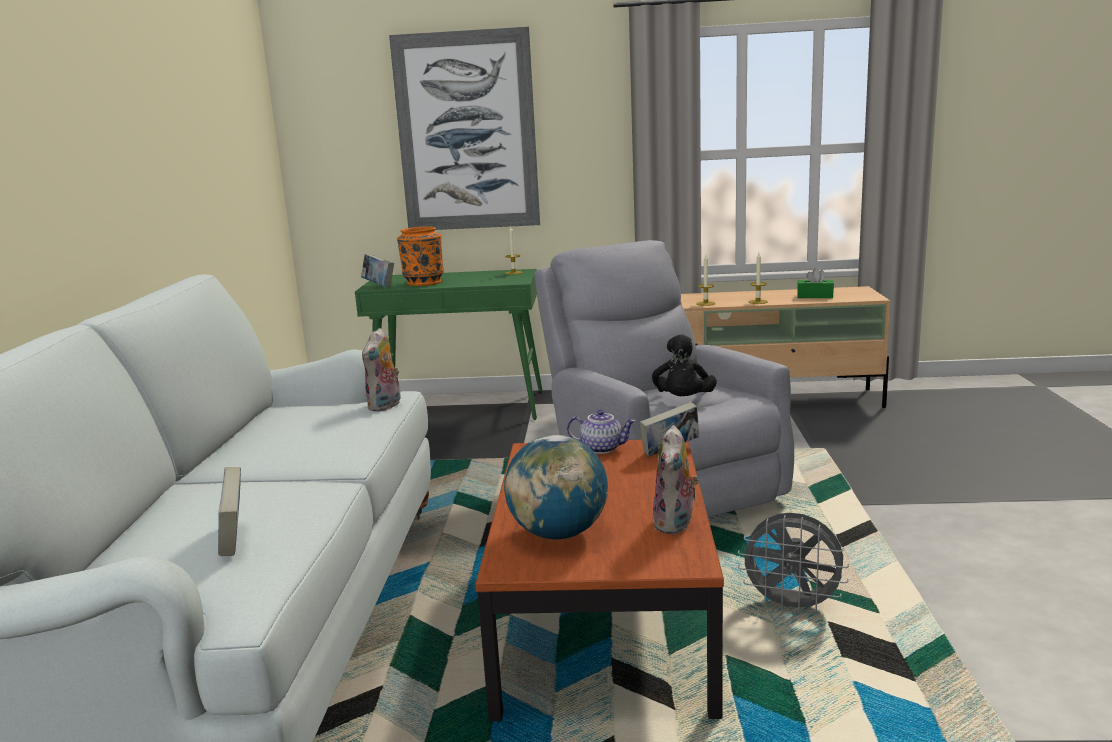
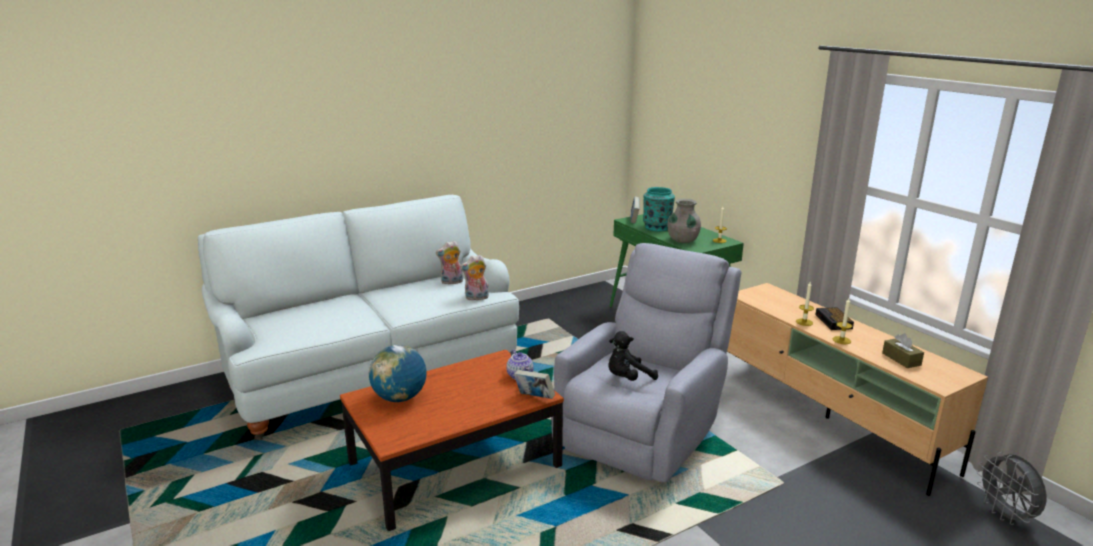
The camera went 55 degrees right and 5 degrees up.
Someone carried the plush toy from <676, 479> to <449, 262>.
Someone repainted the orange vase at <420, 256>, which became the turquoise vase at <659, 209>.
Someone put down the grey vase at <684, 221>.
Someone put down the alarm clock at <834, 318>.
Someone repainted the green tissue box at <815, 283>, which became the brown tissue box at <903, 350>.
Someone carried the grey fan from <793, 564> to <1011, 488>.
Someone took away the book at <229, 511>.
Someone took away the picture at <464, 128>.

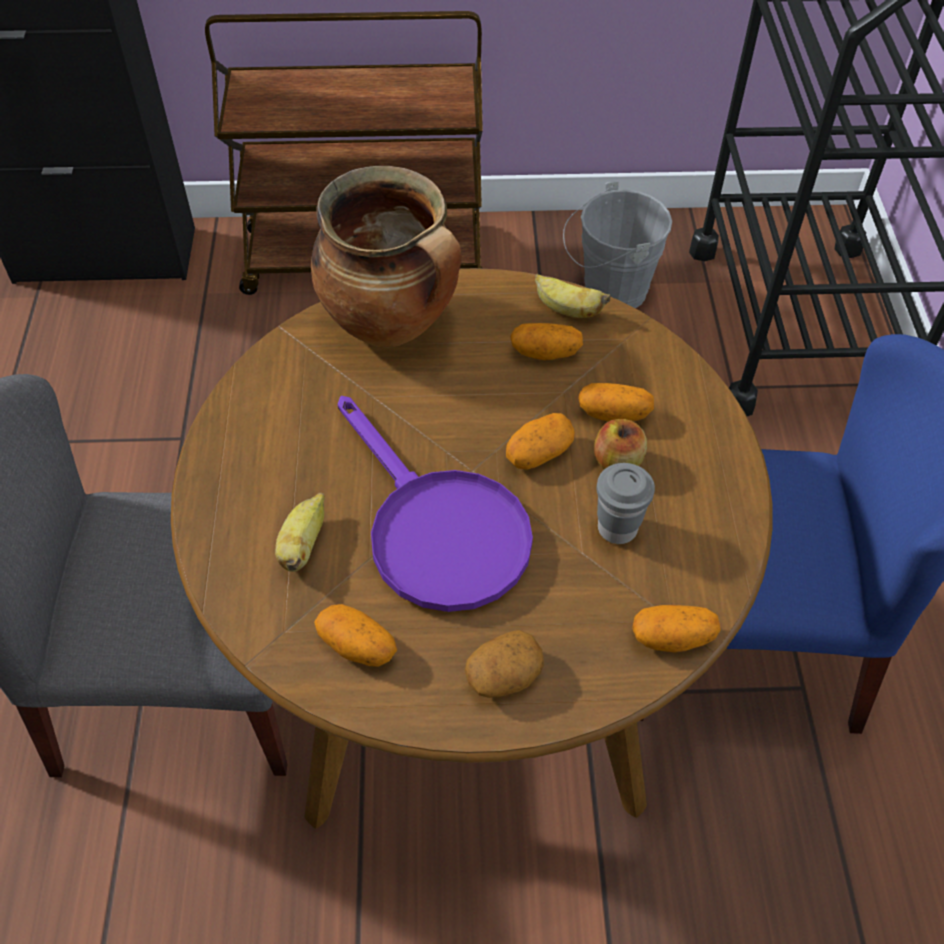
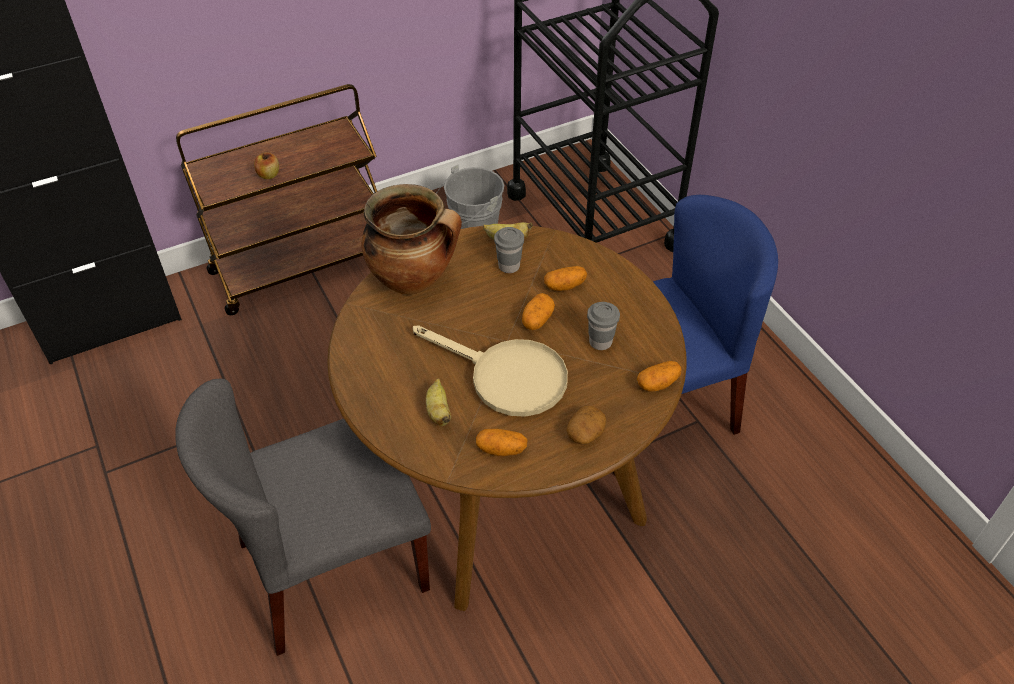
The camera went 25 degrees left and 5 degrees down.
Someone carried the apple from <620, 444> to <266, 165>.
Someone repainted the purple frying pan at <435, 504>, which became the beige frying pan at <490, 371>.
Someone swapped the potato at <546, 341> for the grey cup at <509, 250>.

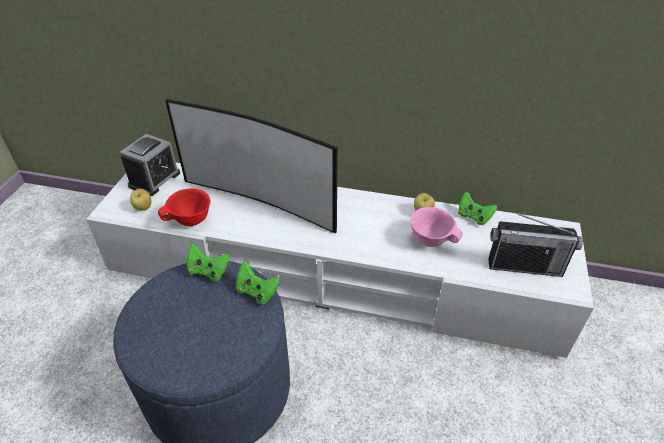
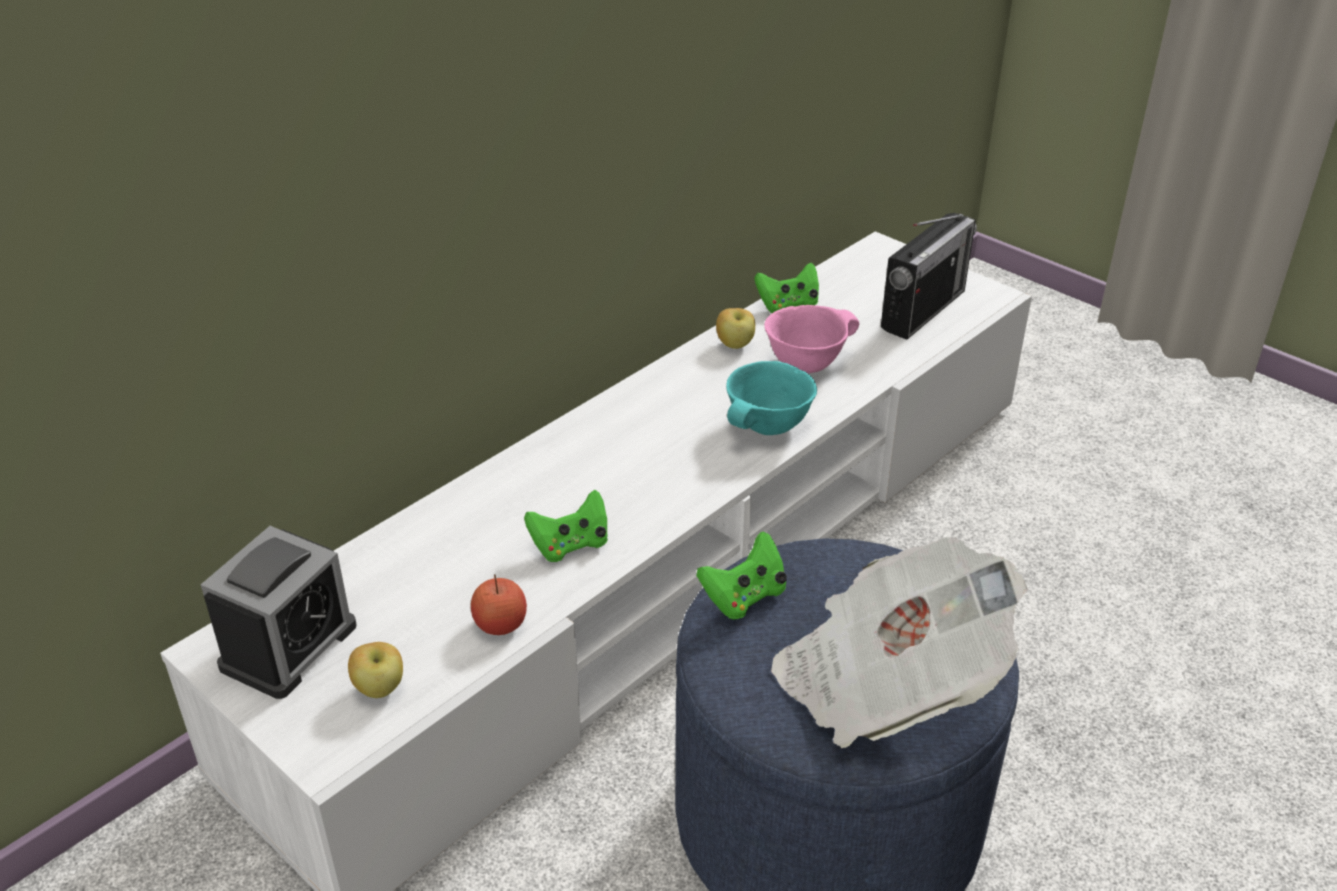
The camera went 60 degrees left and 5 degrees down.
Someone rotated the alarm clock at <149, 165> by 60 degrees clockwise.
Someone swapped the red bowl at <184, 207> for the apple at <499, 604>.
Someone carried the green game controller from <258, 282> to <566, 526>.
Someone put down the turquoise bowl at <771, 398>.
Someone put down the newspaper at <899, 642>.
Someone took away the television at <251, 166>.

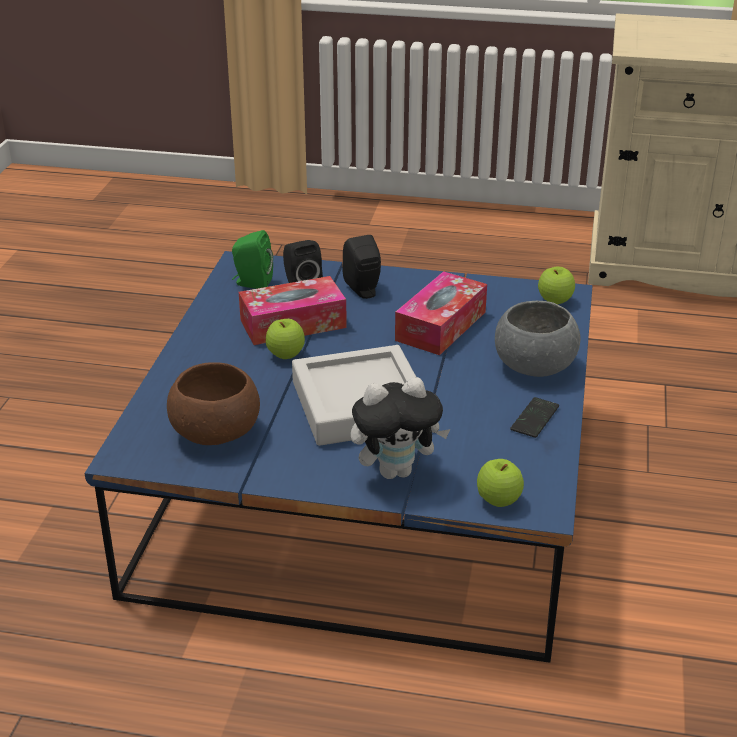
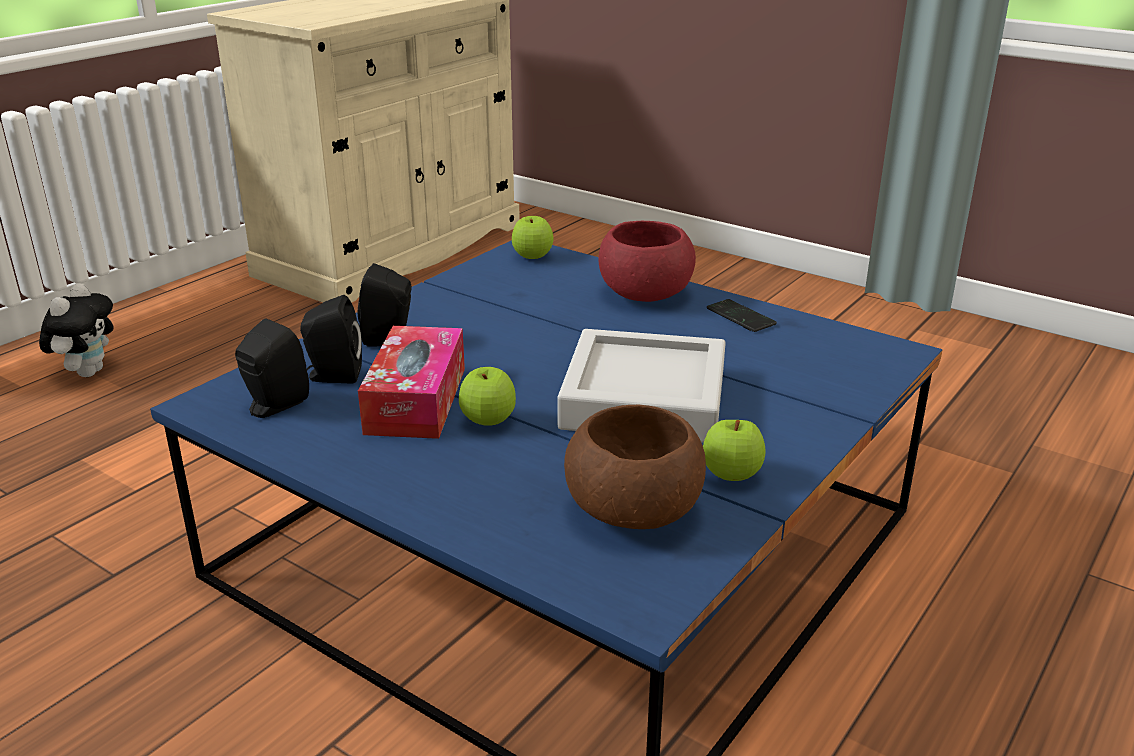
The camera went 65 degrees left and 5 degrees down.
Someone carried the plush toy from <400, 428> to <76, 330>.
Someone repainted the green speaker at <252, 259>, which became the black speaker at <272, 368>.
Someone repainted the grey bowl at <537, 339>, which became the red bowl at <647, 261>.
Someone carried the apple from <500, 483> to <734, 450>.
Someone took away the tissue box at <441, 313>.

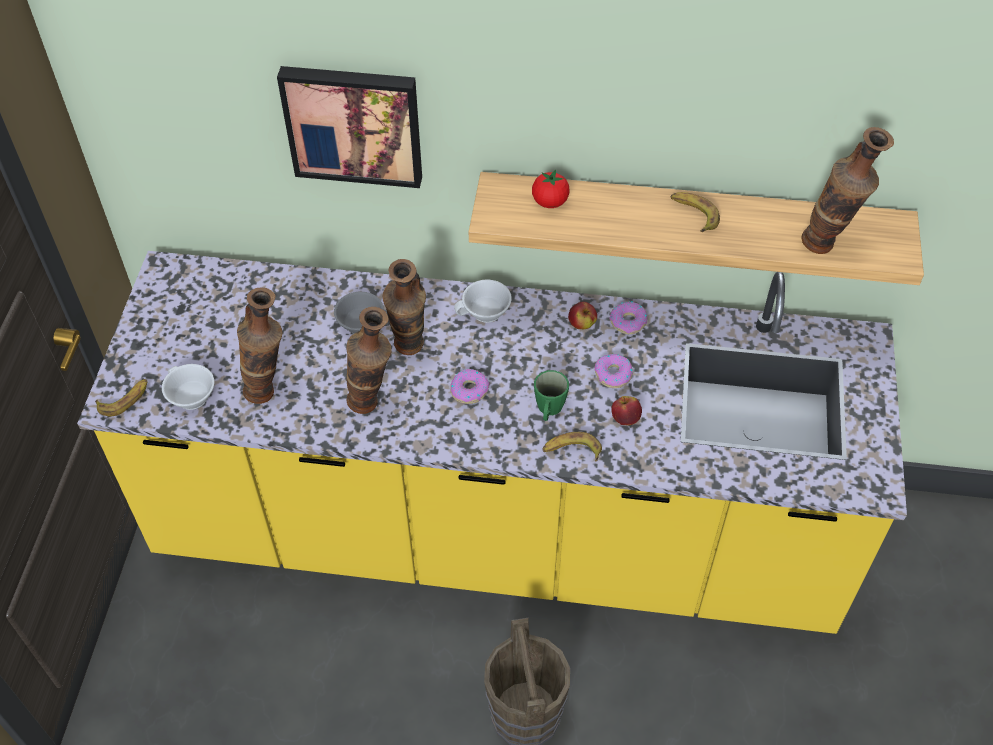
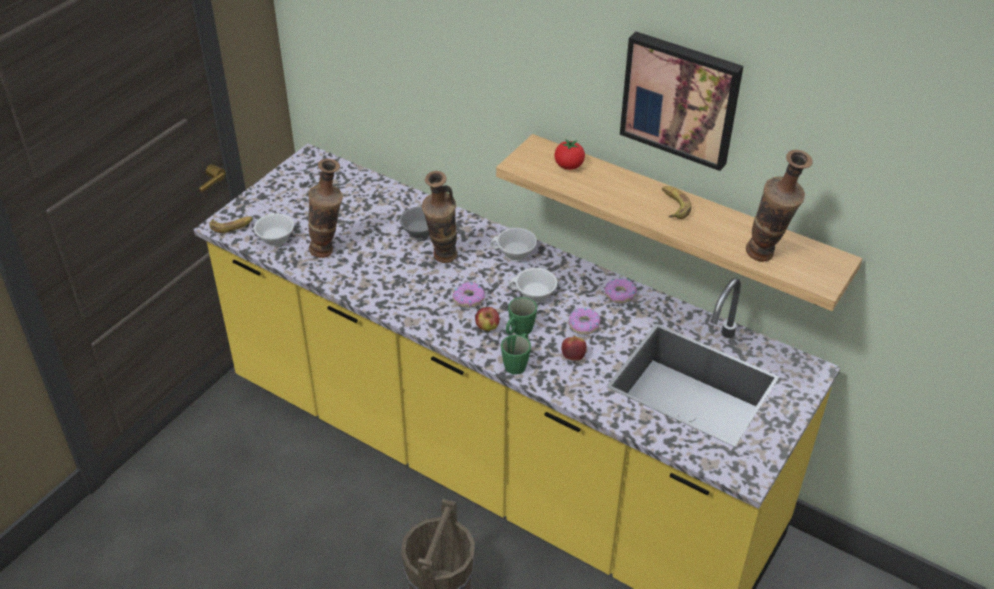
The camera went 25 degrees right and 10 degrees down.
Someone carried the apple from <582, 315> to <487, 319>.
Someone swapped the banana at <572, 447> for the green mug at <516, 354>.
Someone put down the white cup at <533, 285>.
Someone carried the picture from <349, 127> to <681, 101>.
Someone took away the vase at <369, 360>.

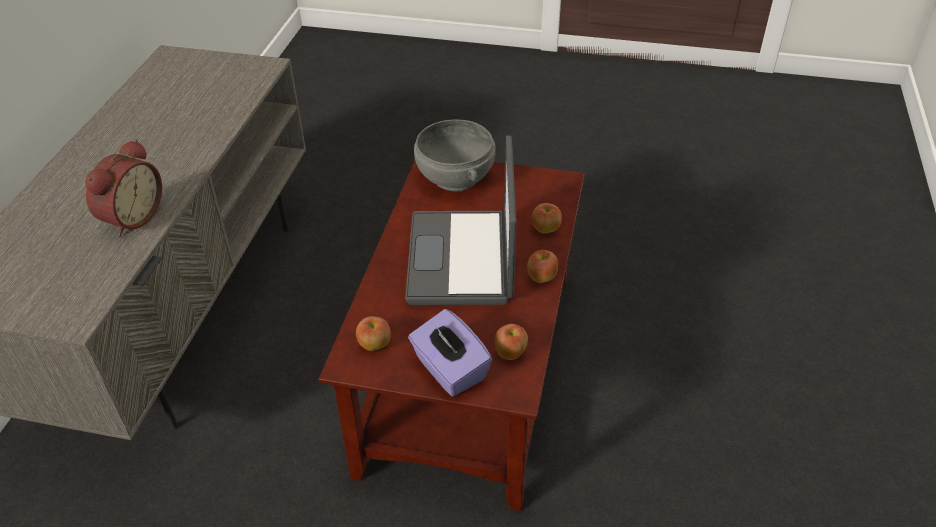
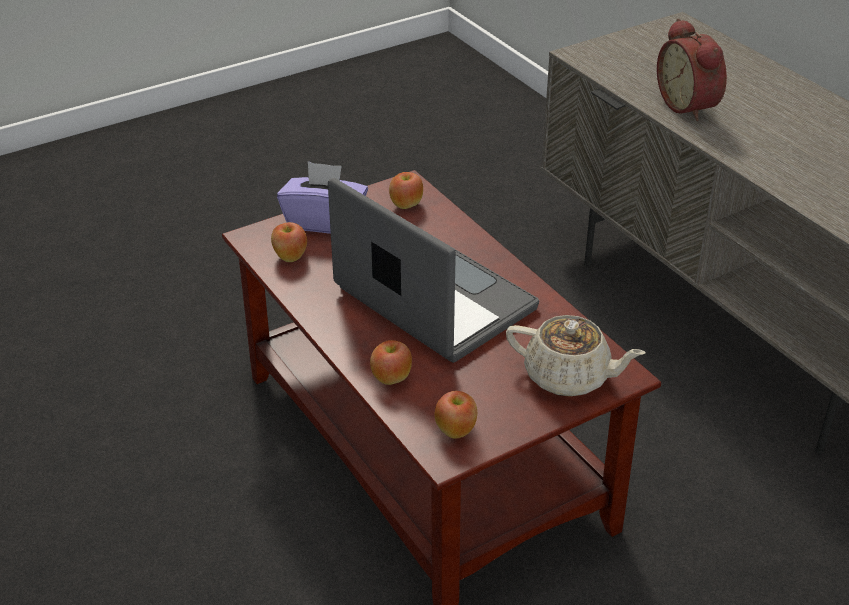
The camera went 135 degrees right and 5 degrees down.
Someone carried the apple from <542, 266> to <456, 415>.
Someone swapped the grey bowl at <455, 155> for the beige teapot at <575, 356>.

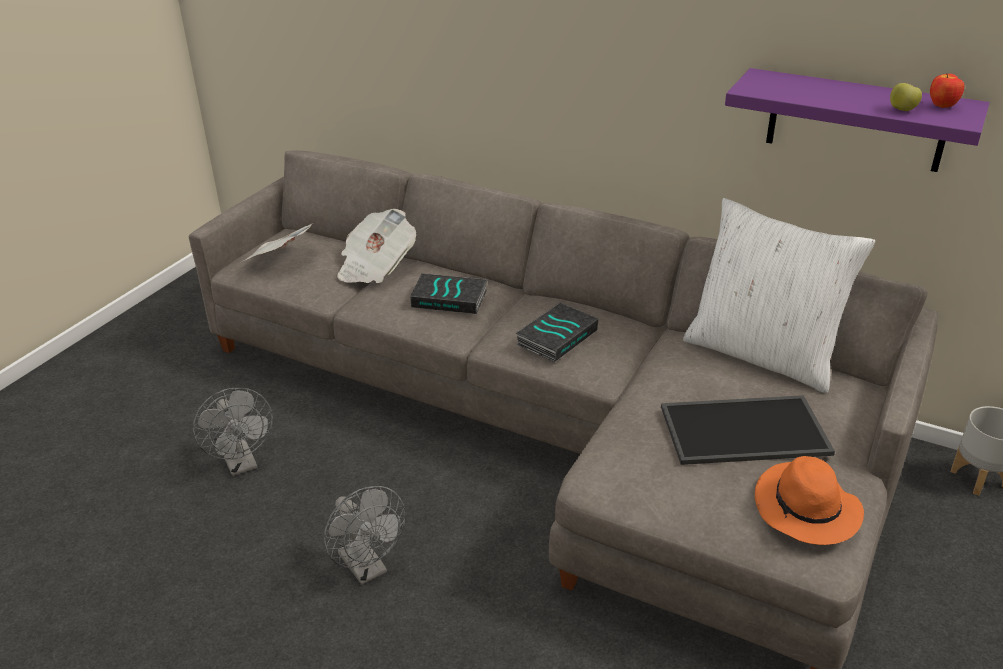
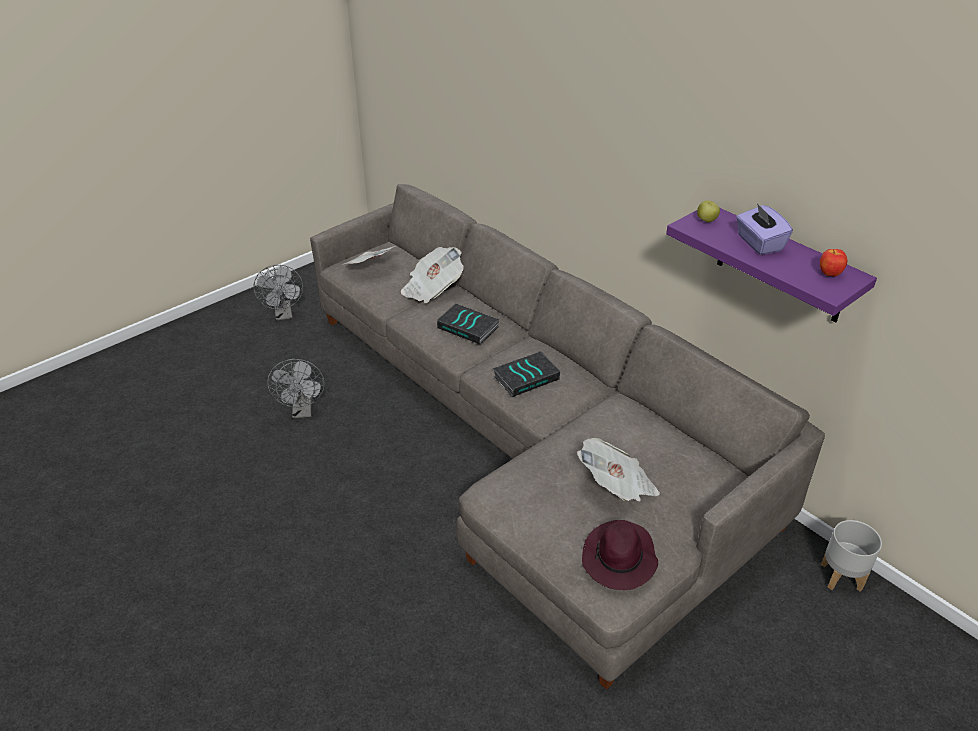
The camera went 20 degrees right and 5 degrees up.
Someone carried the grey fan from <364, 535> to <278, 292>.
Someone swapped the tray at <748, 430> for the newspaper at <618, 469>.
Someone repainted the orange hat at <809, 500>, which became the purple hat at <620, 555>.
Someone carried the apple from <906, 97> to <708, 211>.
Someone put down the purple tissue box at <764, 229>.
Someone took away the white pillow at <779, 295>.

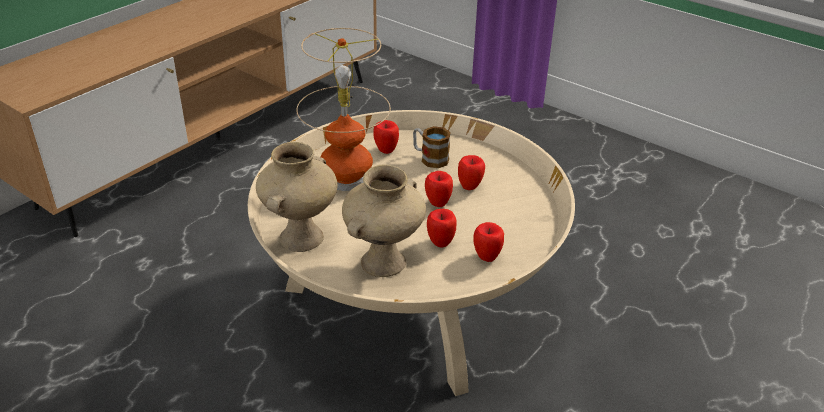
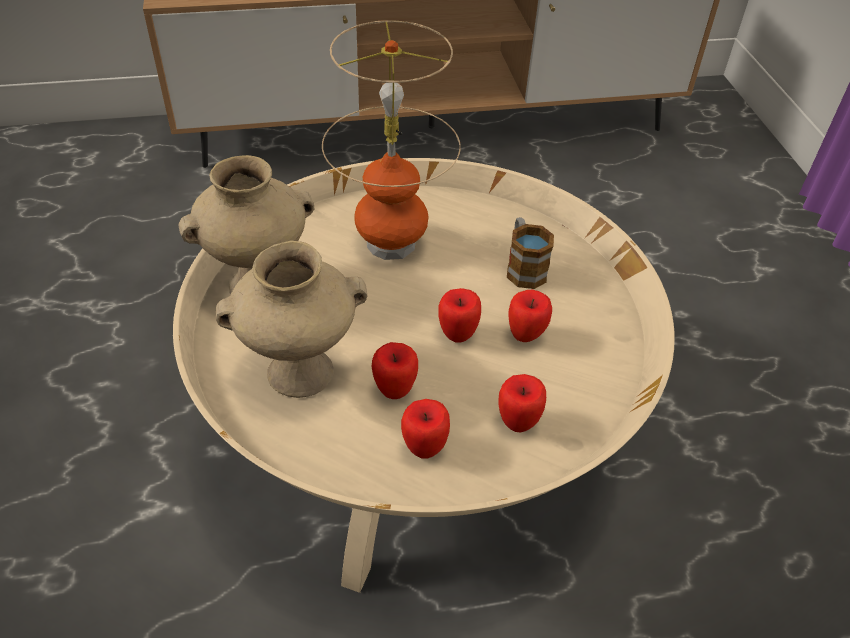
The camera went 40 degrees right and 10 degrees up.
Someone carried the apple from <386, 137> to <522, 403>.

